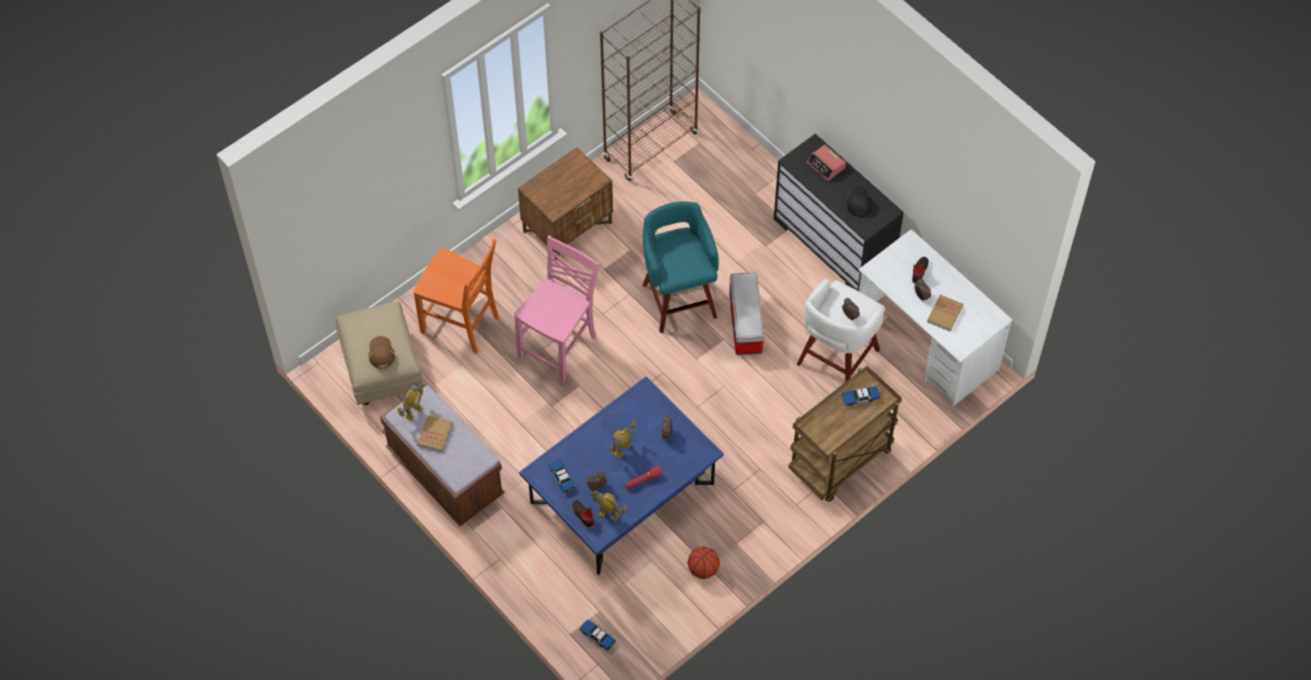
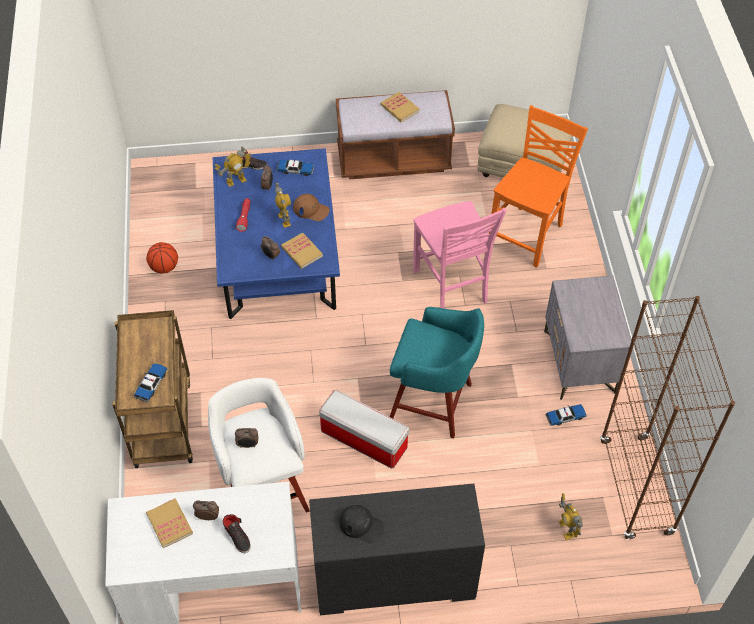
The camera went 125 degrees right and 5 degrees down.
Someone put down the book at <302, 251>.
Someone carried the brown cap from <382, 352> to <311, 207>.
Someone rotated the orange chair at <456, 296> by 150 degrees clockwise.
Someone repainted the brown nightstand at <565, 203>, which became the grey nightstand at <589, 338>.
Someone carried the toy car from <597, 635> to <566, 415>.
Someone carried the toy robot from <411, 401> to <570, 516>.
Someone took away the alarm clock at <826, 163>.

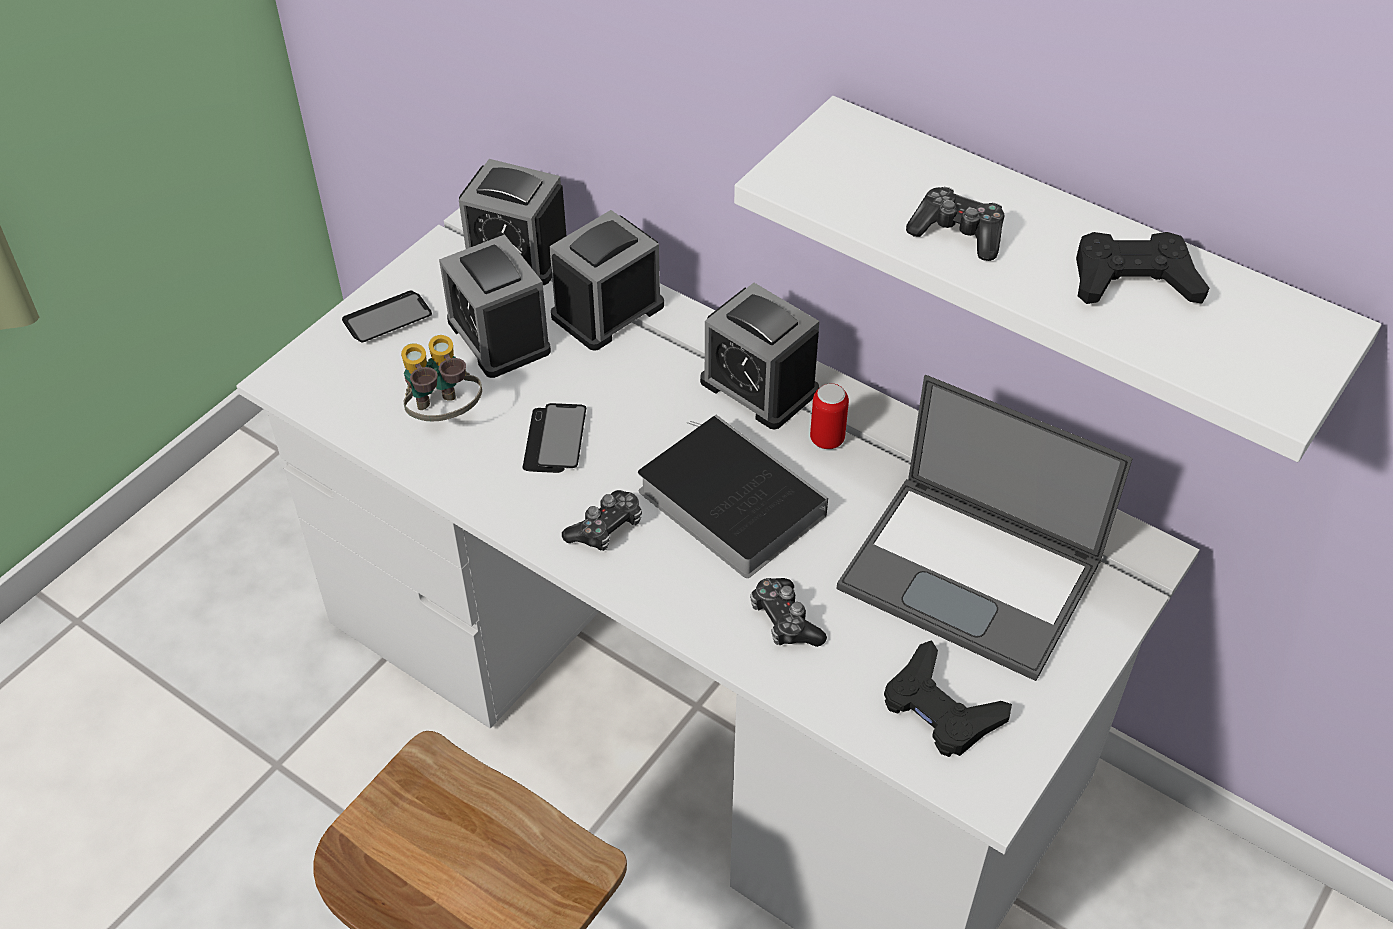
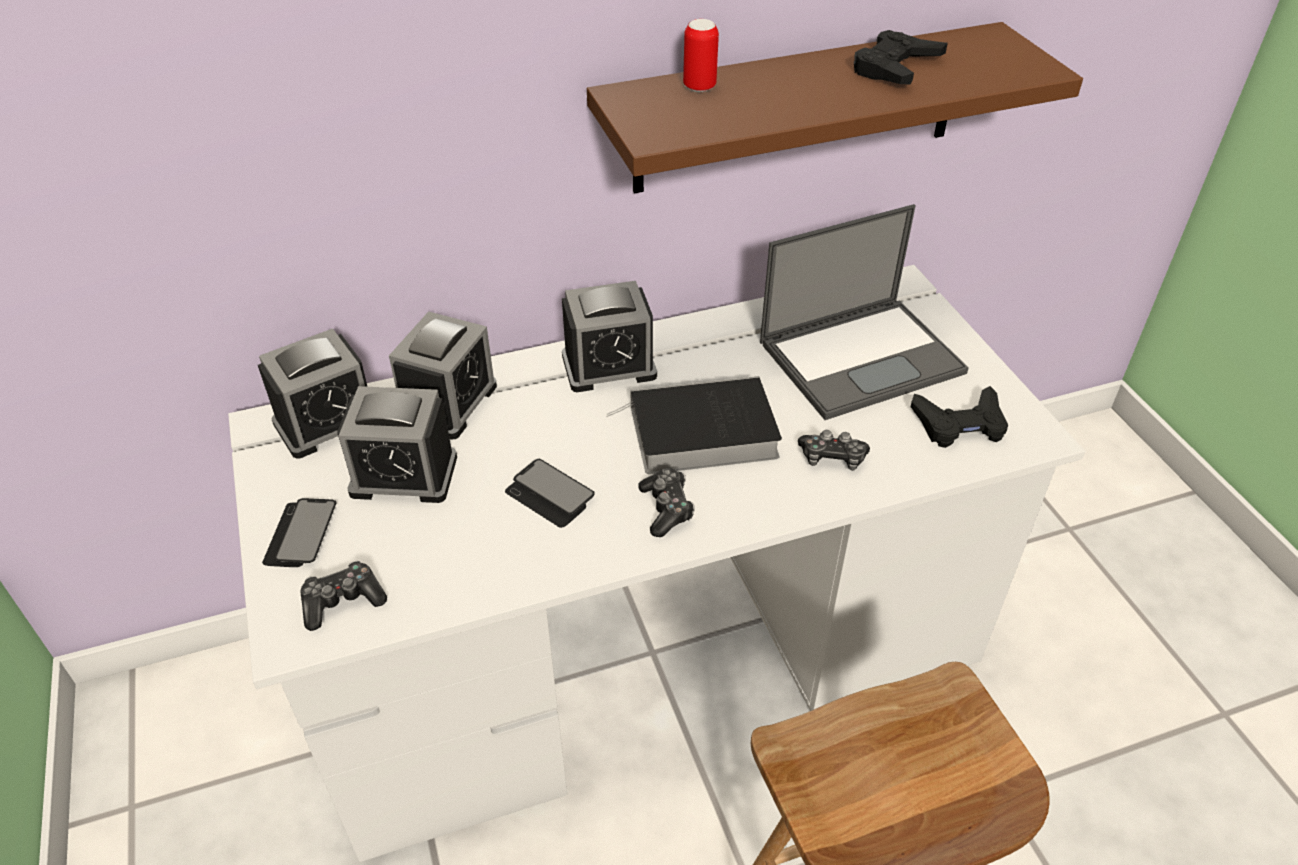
The camera went 55 degrees left and 5 degrees down.
Someone carried the game controller from <955, 224> to <343, 596>.
Someone rotated the alarm clock at <606, 280> by 150 degrees counterclockwise.
Someone repainted the white shelf at <1057, 279>, which became the brown shelf at <835, 107>.
Someone carried the can from <829, 416> to <701, 55>.
Someone took away the binoculars at <441, 378>.

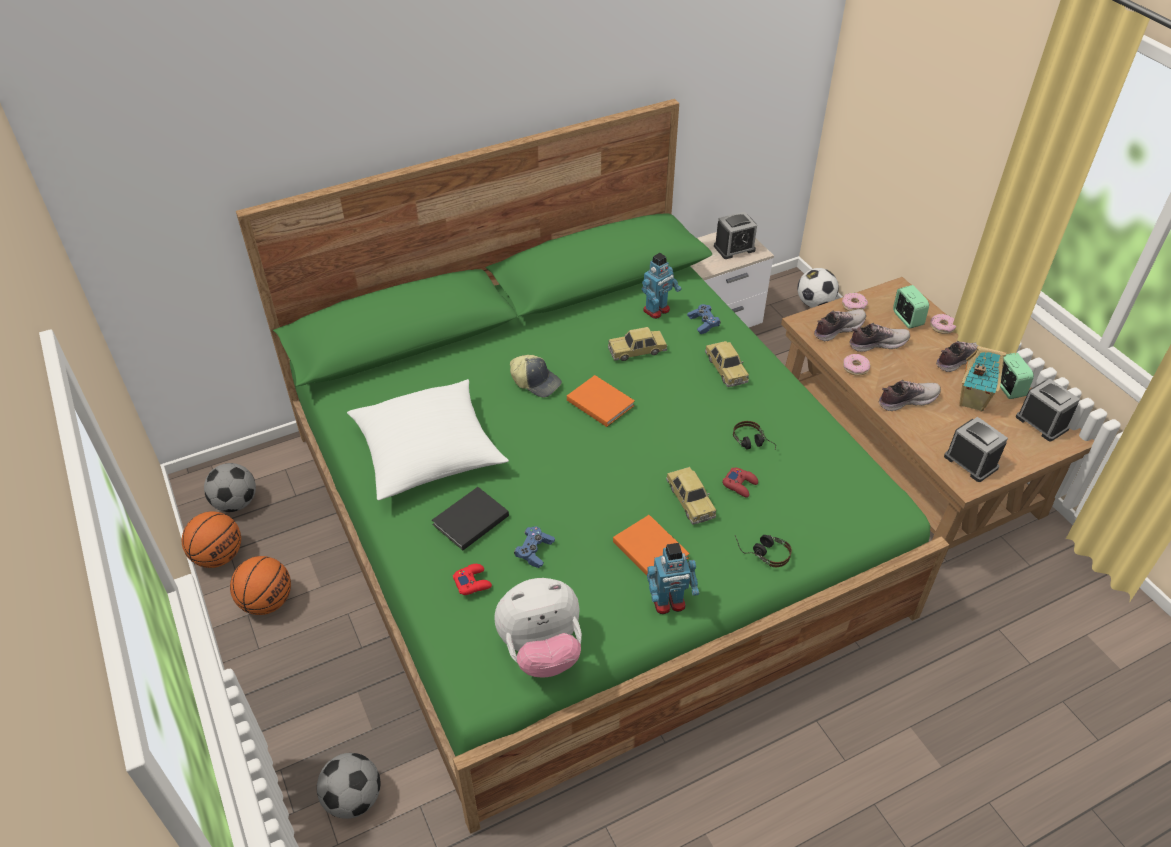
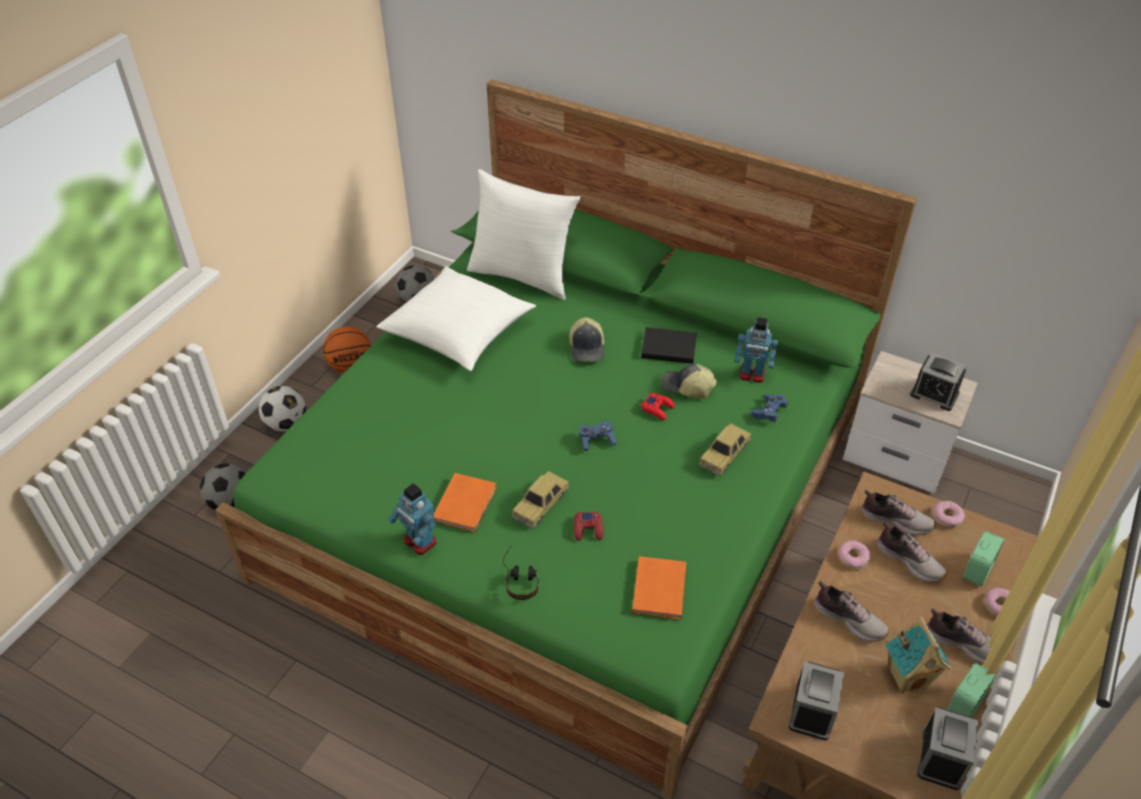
The camera went 55 degrees right and 0 degrees up.
Someone carried the football from <818, 288> to <282, 408>.
Someone put down the white pillow at <524, 234>.
Someone carried the blue game controller from <534, 547> to <598, 435>.
Someone carried the orange book from <601, 401> to <659, 588>.
Someone carried the black book from <470, 518> to <669, 345>.
Someone carried the red game controller from <472, 579> to <658, 406>.
Someone swapped the toy car at <638, 344> for the cap at <689, 381>.
Someone took away the basketball at <211, 539>.
Someone took away the plush toy at <538, 627>.
Someone took away the headphones at <754, 435>.

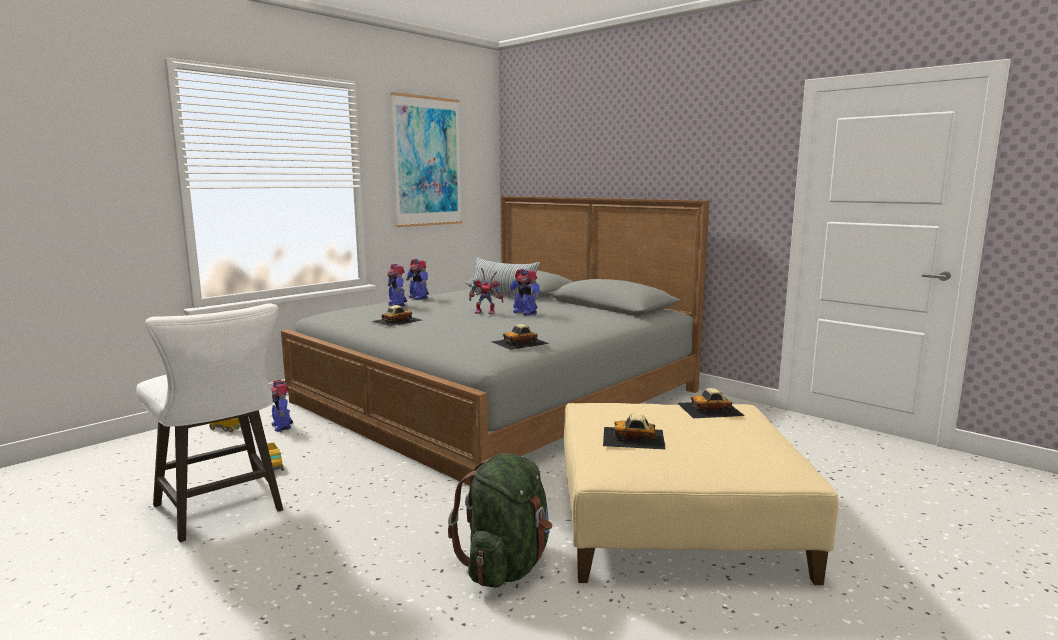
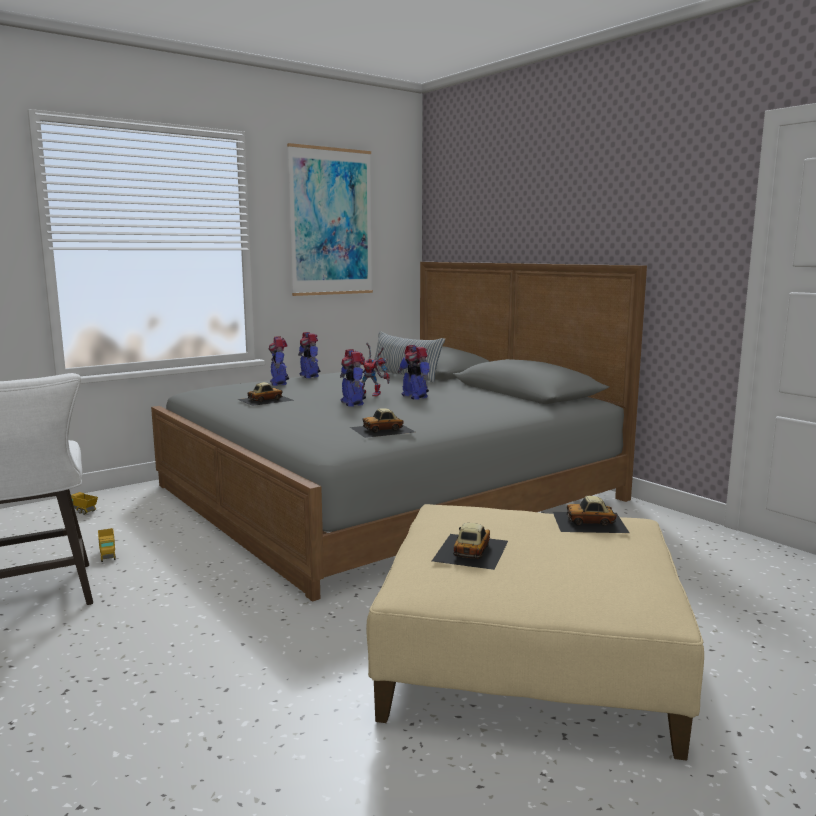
The camera went 10 degrees right and 0 degrees up.
Someone carried the toy robot from <282, 406> to <353, 377>.
Someone rotated the toy car at <634, 432> by 90 degrees clockwise.
Someone took away the green backpack at <500, 520>.

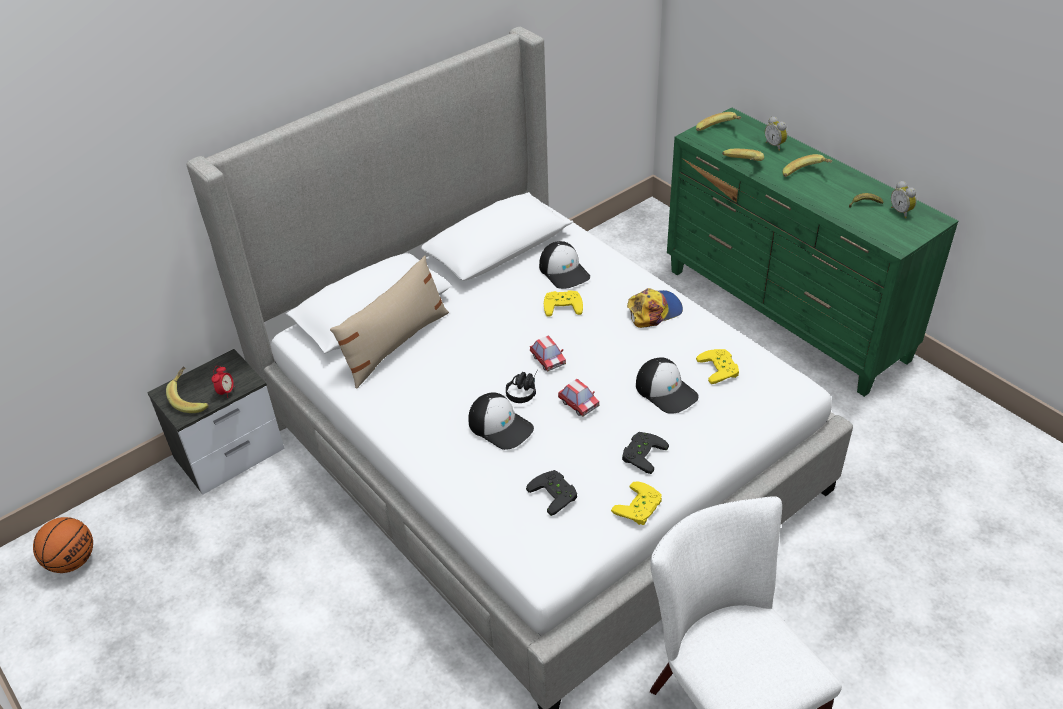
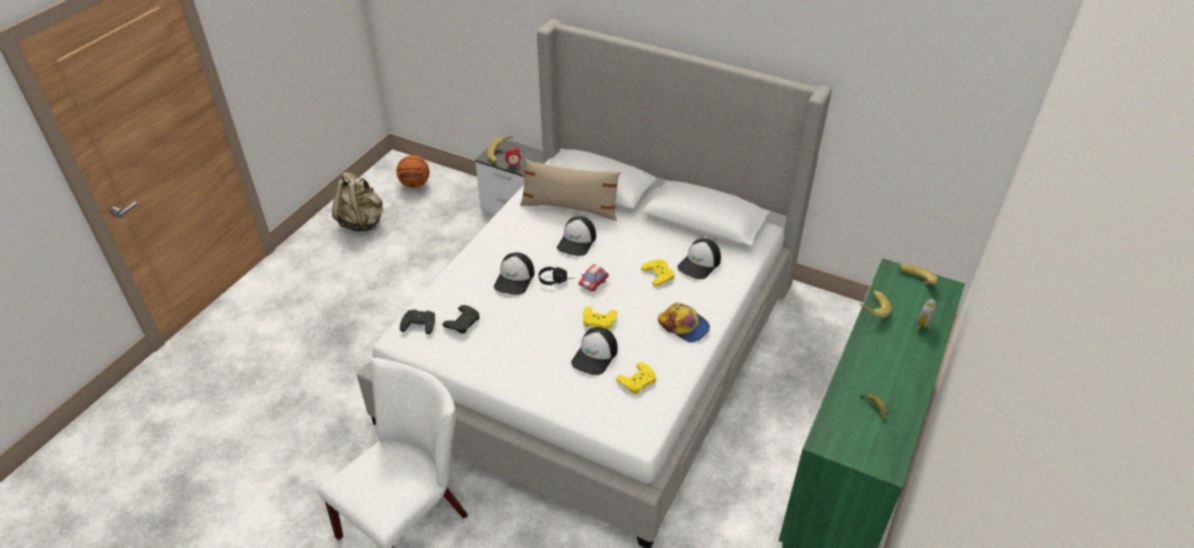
The camera went 65 degrees right and 0 degrees up.
Someone put down the beige backpack at <357, 202>.
Someone carried the black game controller from <645, 453> to <417, 322>.
Someone put down the cap at <576, 236>.
Someone carried the yellow game controller from <636, 503> to <600, 318>.
Someone took away the toy car at <579, 397>.
Someone took away the banana at <807, 165>.
Someone took away the alarm clock at <904, 199>.

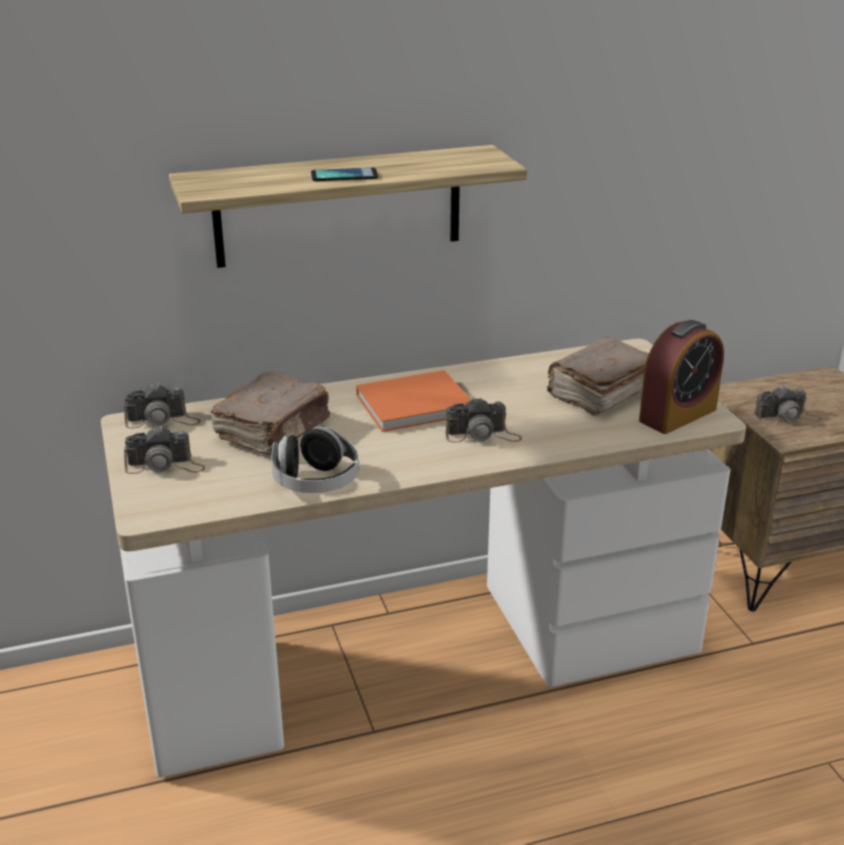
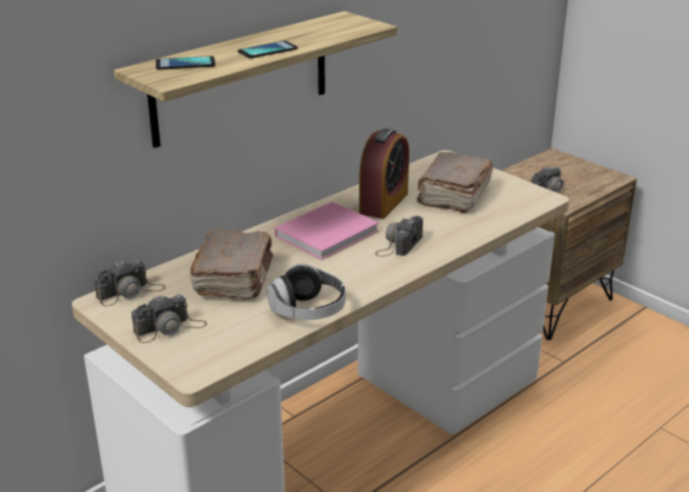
The camera went 25 degrees left and 0 degrees up.
Someone put down the phone at <185, 63>.
Someone repainted the orange book at <413, 401>, which became the pink book at <327, 231>.
Someone carried the alarm clock from <681, 377> to <384, 173>.
Someone rotated the photo camera at <484, 420> by 150 degrees clockwise.

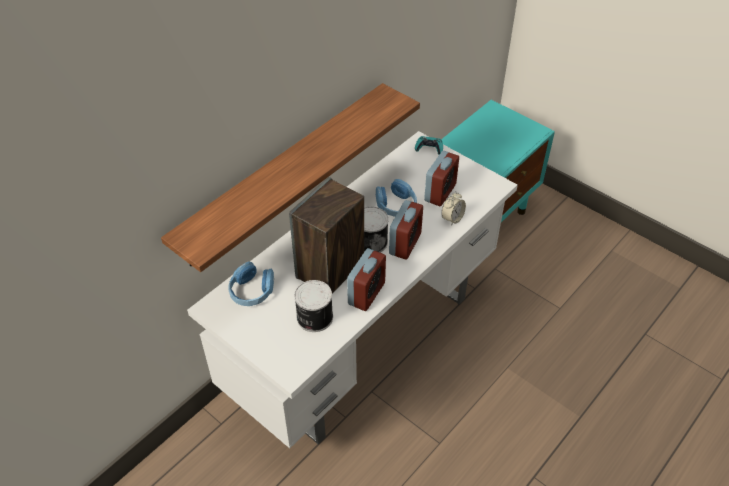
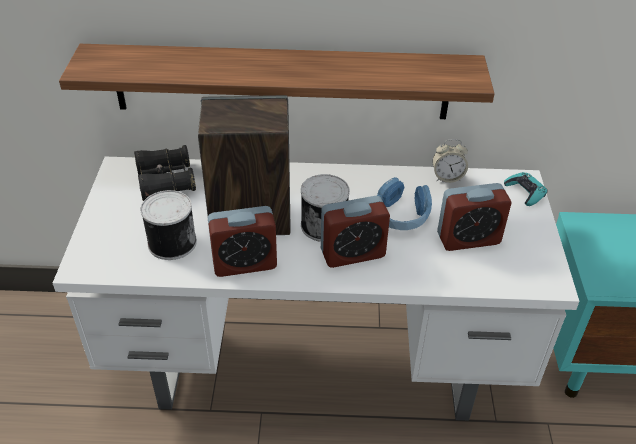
The camera went 50 degrees right and 5 degrees down.
Someone swapped the blue headphones at <251, 283> for the black binoculars at <165, 173>.
Someone carried the alarm clock from <453, 208> to <450, 161>.

